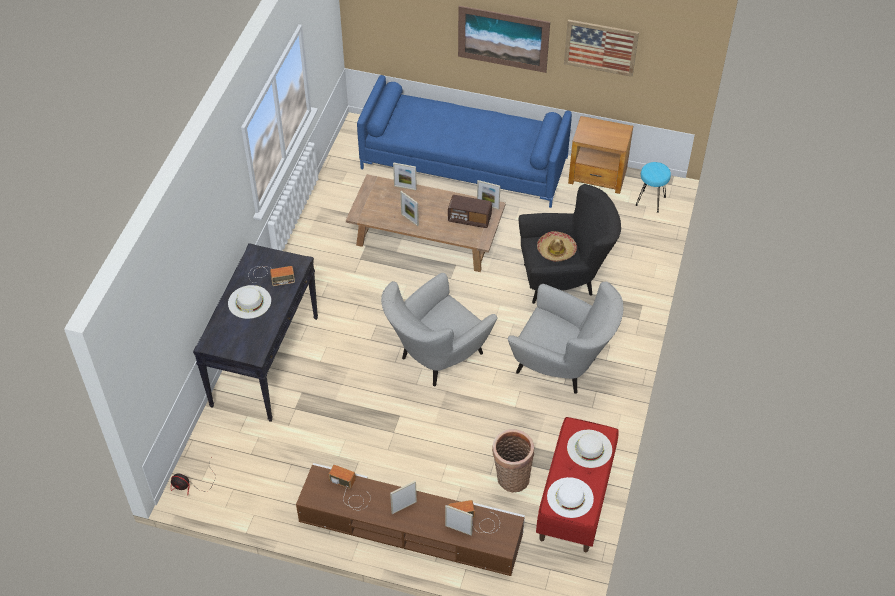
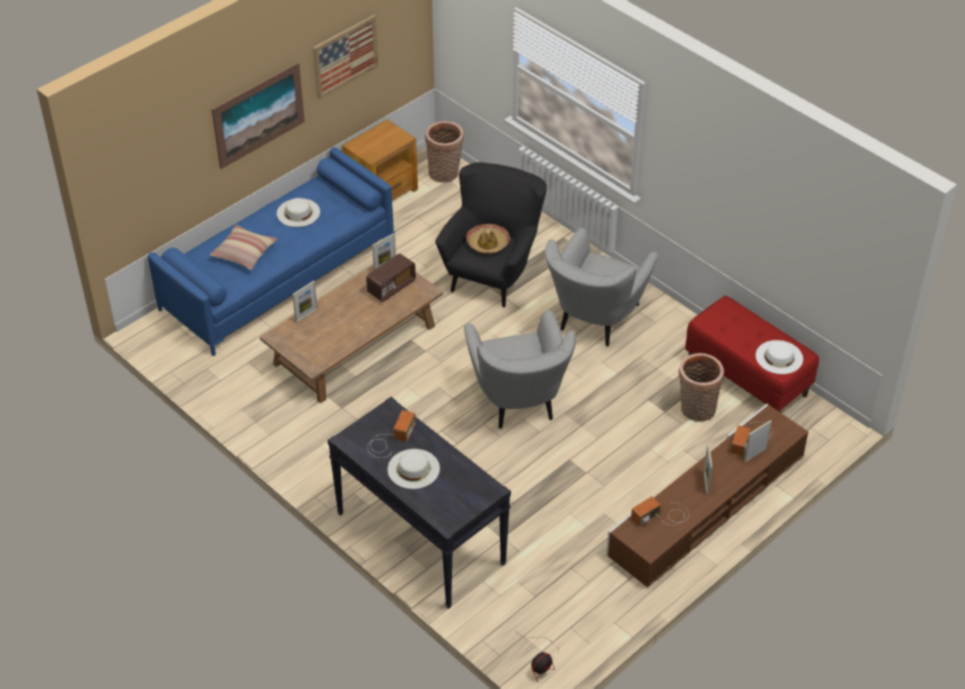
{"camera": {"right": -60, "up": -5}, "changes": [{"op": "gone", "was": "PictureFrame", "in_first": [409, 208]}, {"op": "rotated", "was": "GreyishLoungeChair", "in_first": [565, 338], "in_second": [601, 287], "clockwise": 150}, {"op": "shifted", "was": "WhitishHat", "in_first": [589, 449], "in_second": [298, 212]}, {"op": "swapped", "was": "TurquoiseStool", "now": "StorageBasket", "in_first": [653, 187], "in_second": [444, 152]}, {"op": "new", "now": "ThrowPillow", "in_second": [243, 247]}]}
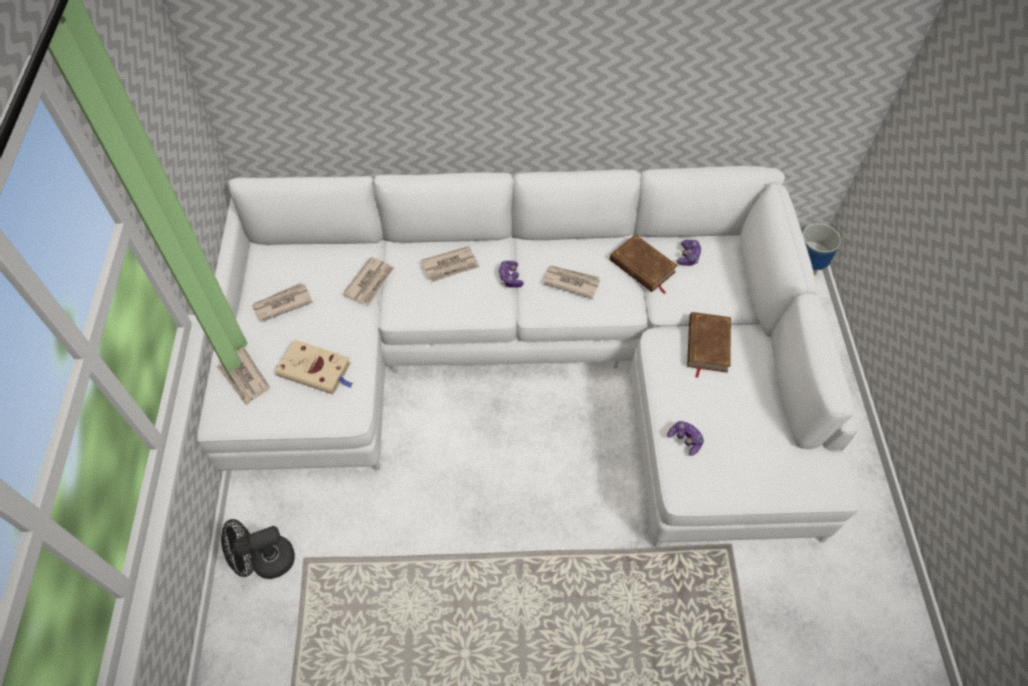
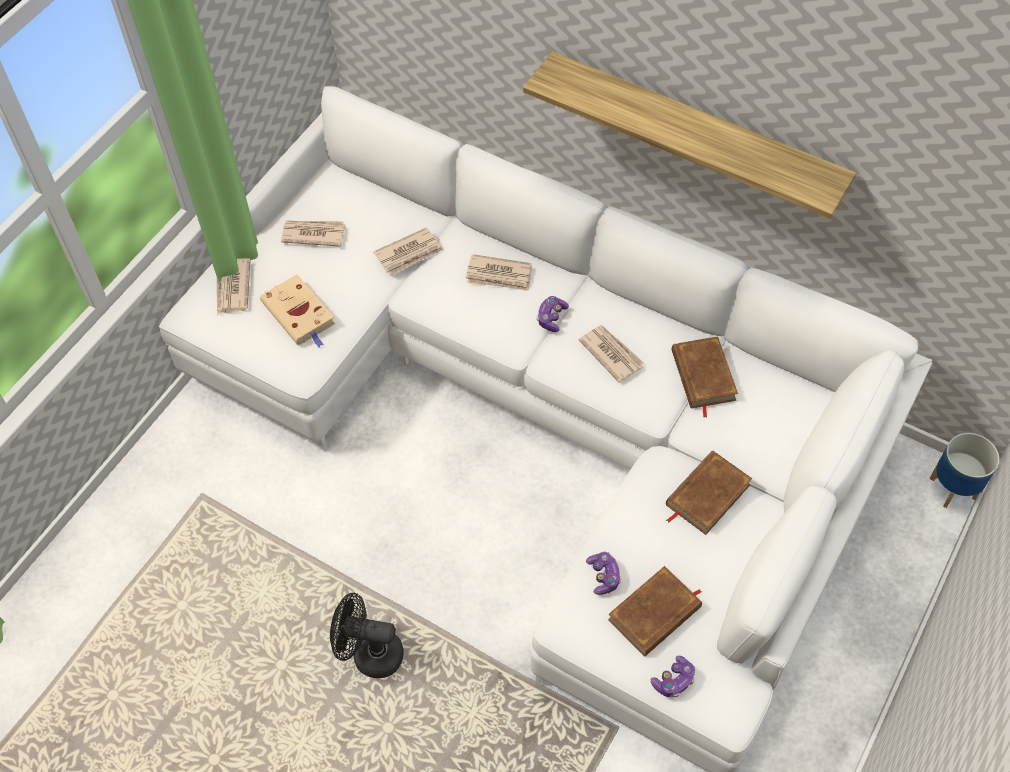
{"camera": {"right": 35, "up": 0}, "changes": [{"op": "shifted", "was": "BlackColouredElectricFan", "in_first": [258, 549], "in_second": [367, 635]}, {"op": "shifted", "was": "GameController", "in_first": [689, 253], "in_second": [673, 676]}, {"op": "new", "now": "WallShelf", "in_second": [689, 135]}, {"op": "new", "now": "BrownishVolume", "in_second": [655, 611]}]}
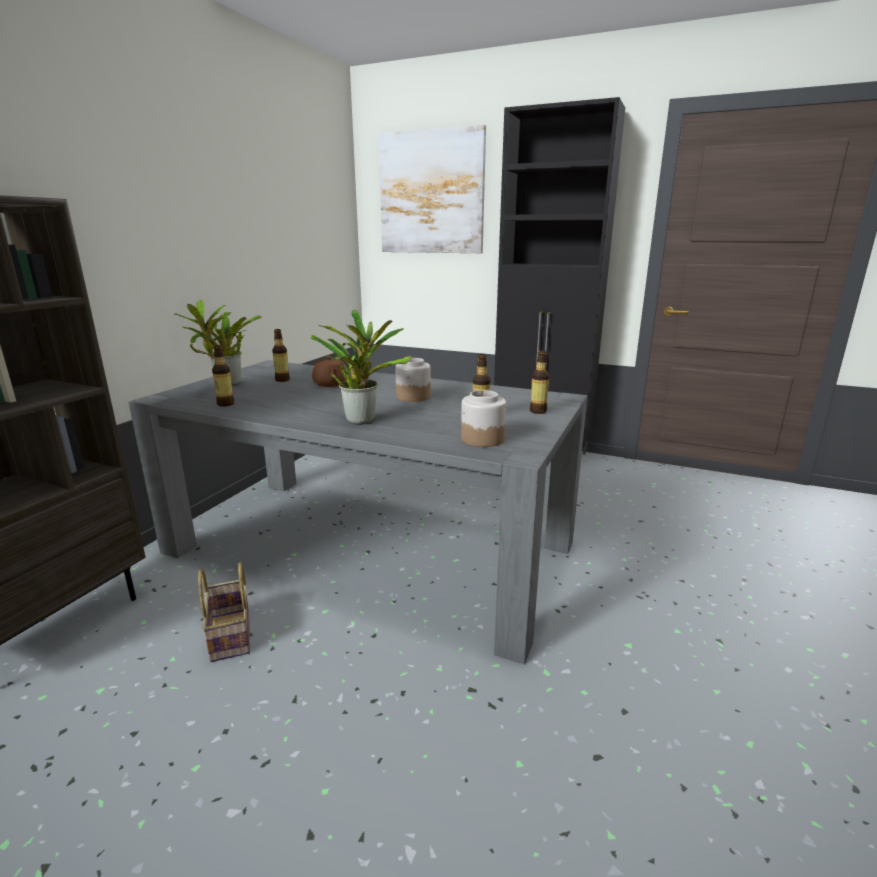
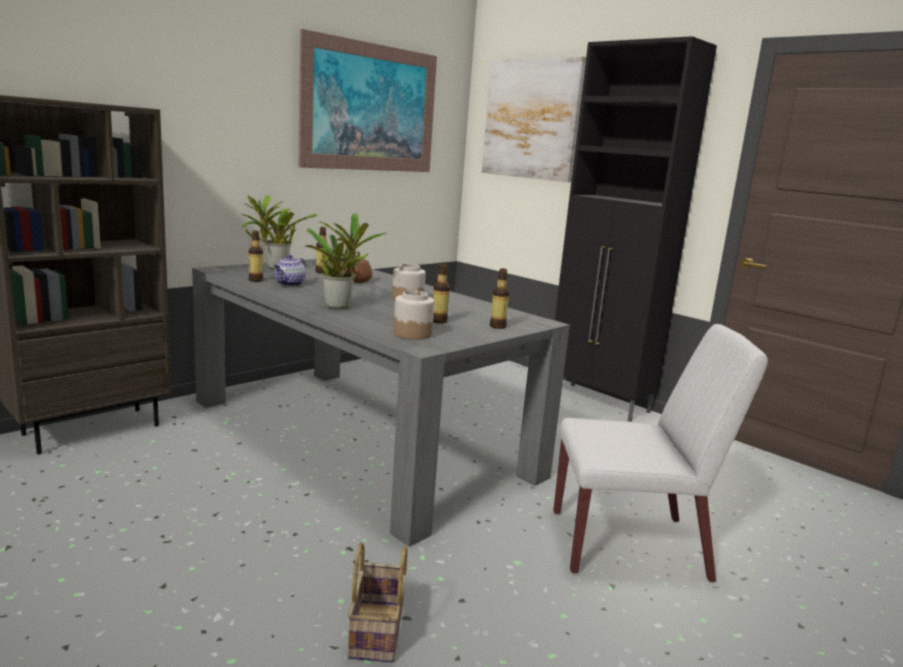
{"camera": {"right": 20, "up": -5}, "changes": [{"op": "shifted", "was": "StorageBasket", "in_first": [224, 612], "in_second": [377, 602]}, {"op": "new", "now": "PotForTea", "in_second": [290, 270]}, {"op": "new", "now": "WallPicture", "in_second": [368, 100]}, {"op": "new", "now": "WhitishChair", "in_second": [661, 453]}]}
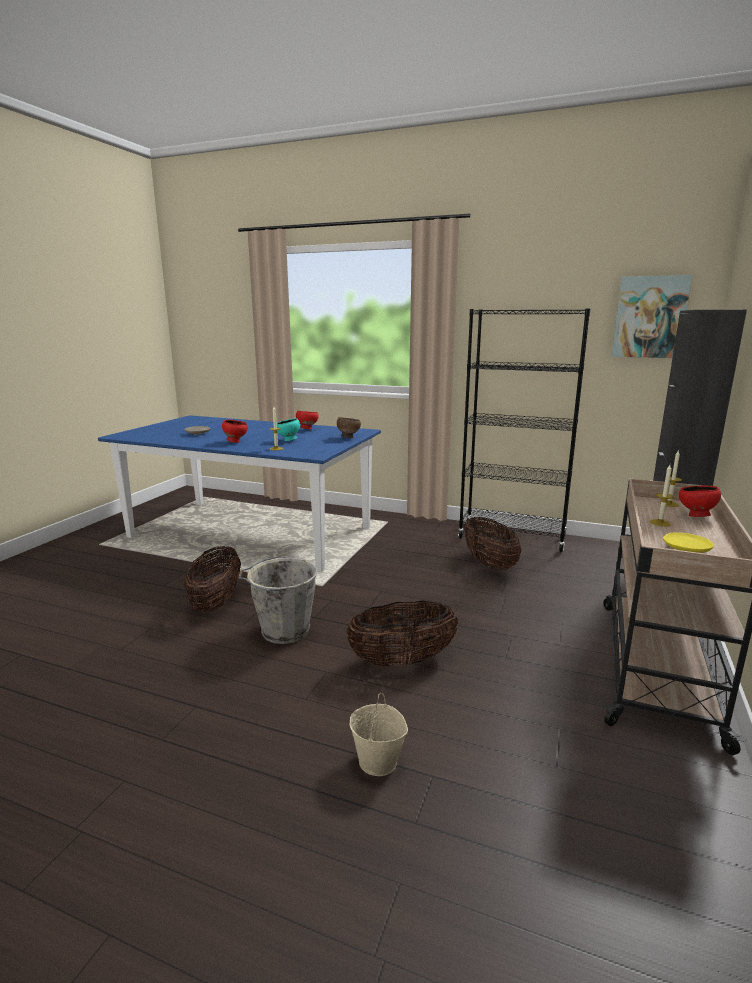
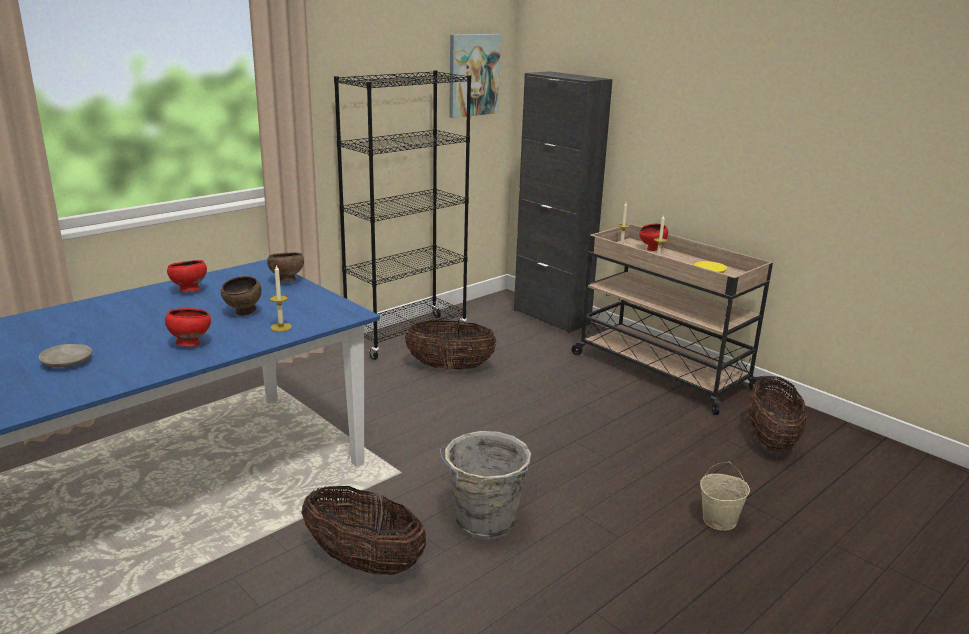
{"camera": {"right": -65, "up": 5}, "changes": [{"op": "repainted", "was": "TurquoiseDeepDish", "now": "BrownishDeepDish", "in_first": [288, 429], "in_second": [241, 296]}, {"op": "shifted", "was": "StorageBasket", "in_first": [402, 633], "in_second": [777, 414]}]}
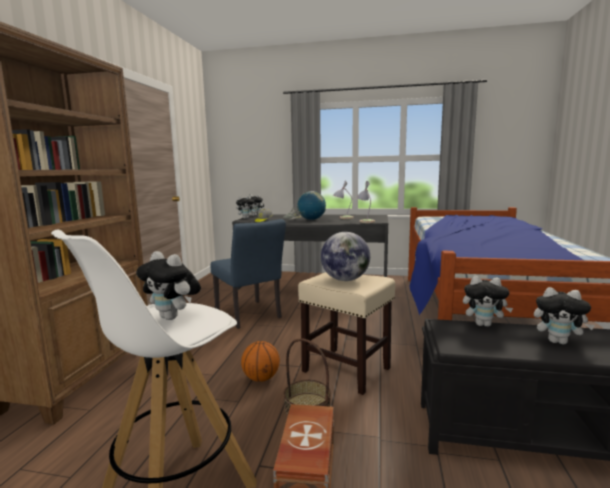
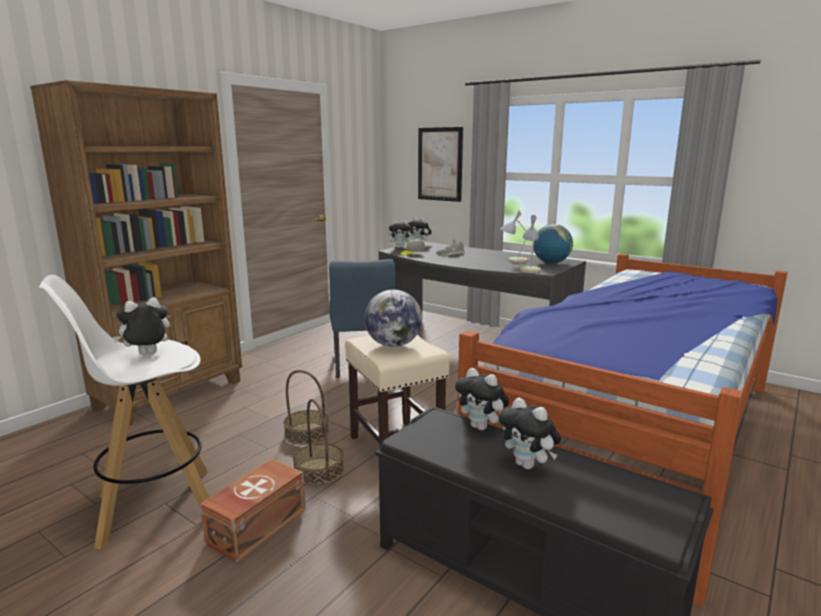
{"camera": {"right": 25, "up": 5}, "changes": [{"op": "rotated", "was": "CuddlyToy", "in_first": [168, 285], "in_second": [141, 326], "clockwise": 90}, {"op": "swapped", "was": "BallForBasketball", "now": "StorageBasket", "in_first": [260, 361], "in_second": [306, 407]}, {"op": "shifted", "was": "DeskGlobe", "in_first": [311, 205], "in_second": [553, 244]}, {"op": "new", "now": "WallPicture", "in_second": [440, 164]}]}
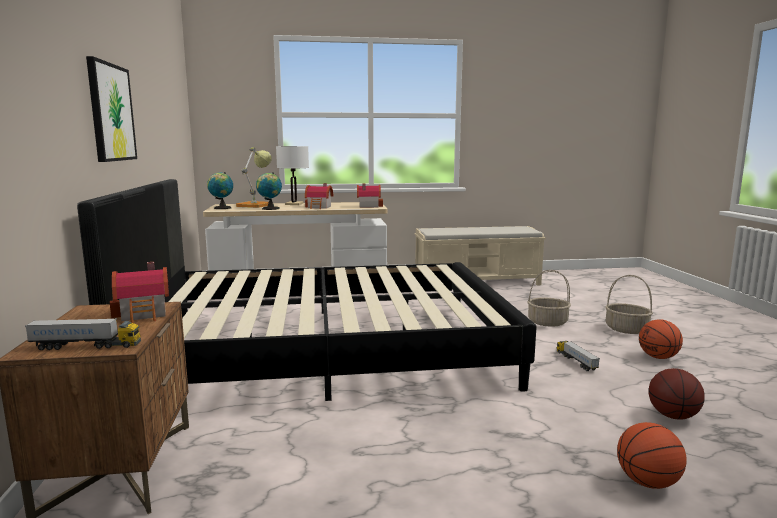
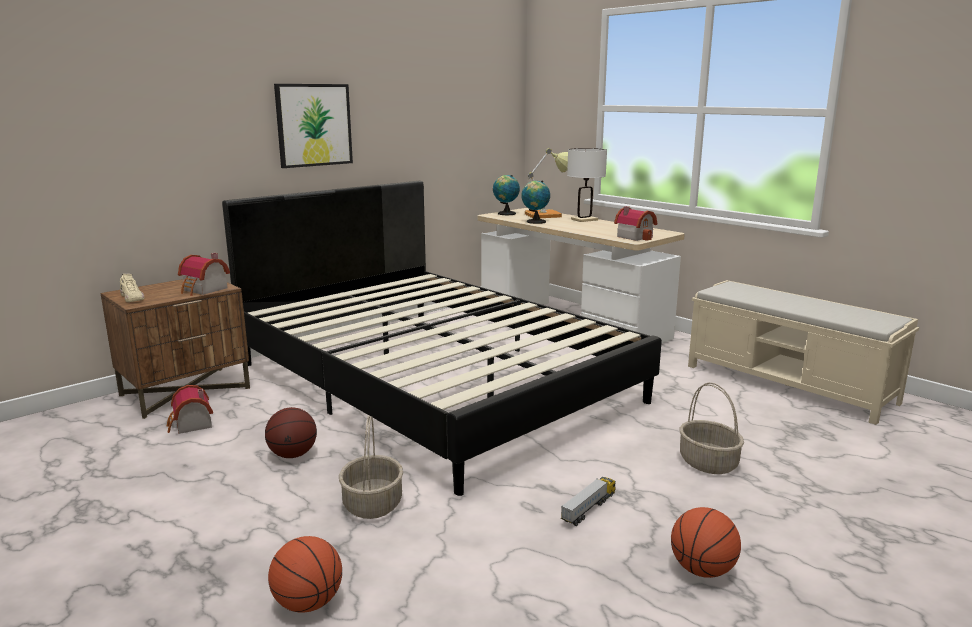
{"camera": {"right": 55, "up": 5}, "changes": [{"op": "swapped", "was": "ToyLorry", "now": "BeigeItemOfFootwear", "in_first": [83, 334], "in_second": [132, 288]}, {"op": "shifted", "was": "ToyHouse", "in_first": [319, 196], "in_second": [190, 409]}, {"op": "shifted", "was": "StorageBasket", "in_first": [629, 304], "in_second": [371, 467]}, {"op": "shifted", "was": "BallForBasketball", "in_first": [677, 393], "in_second": [291, 432]}]}
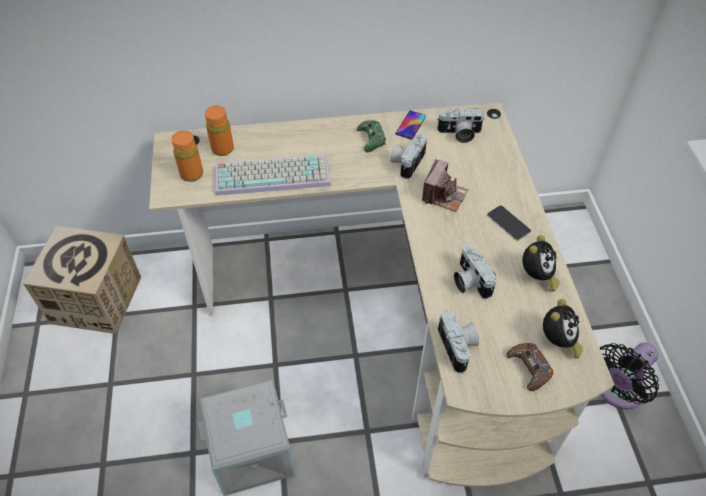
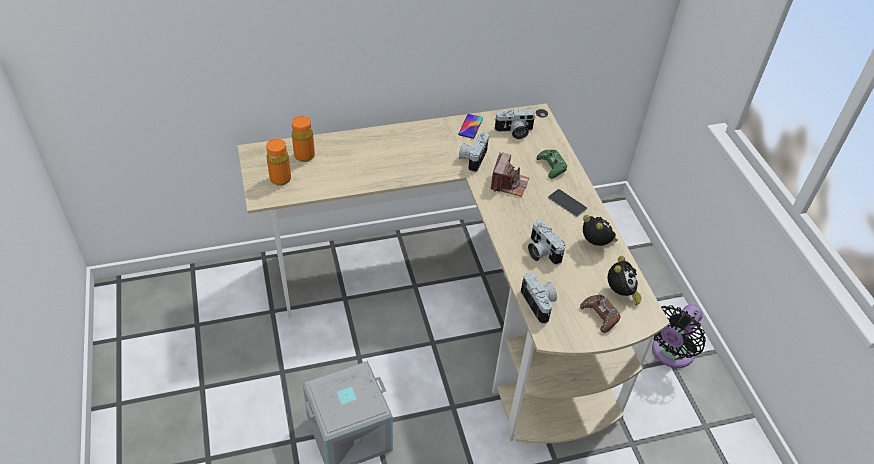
{"camera": {"right": -10, "up": -5}, "changes": [{"op": "gone", "was": "PackingBox", "in_first": [82, 280]}, {"op": "gone", "was": "Keyboard", "in_first": [273, 175]}, {"op": "shifted", "was": "GreenishGameController", "in_first": [371, 136], "in_second": [551, 164]}, {"op": "rotated", "was": "TableClock", "in_first": [540, 263], "in_second": [600, 230], "clockwise": -60}]}
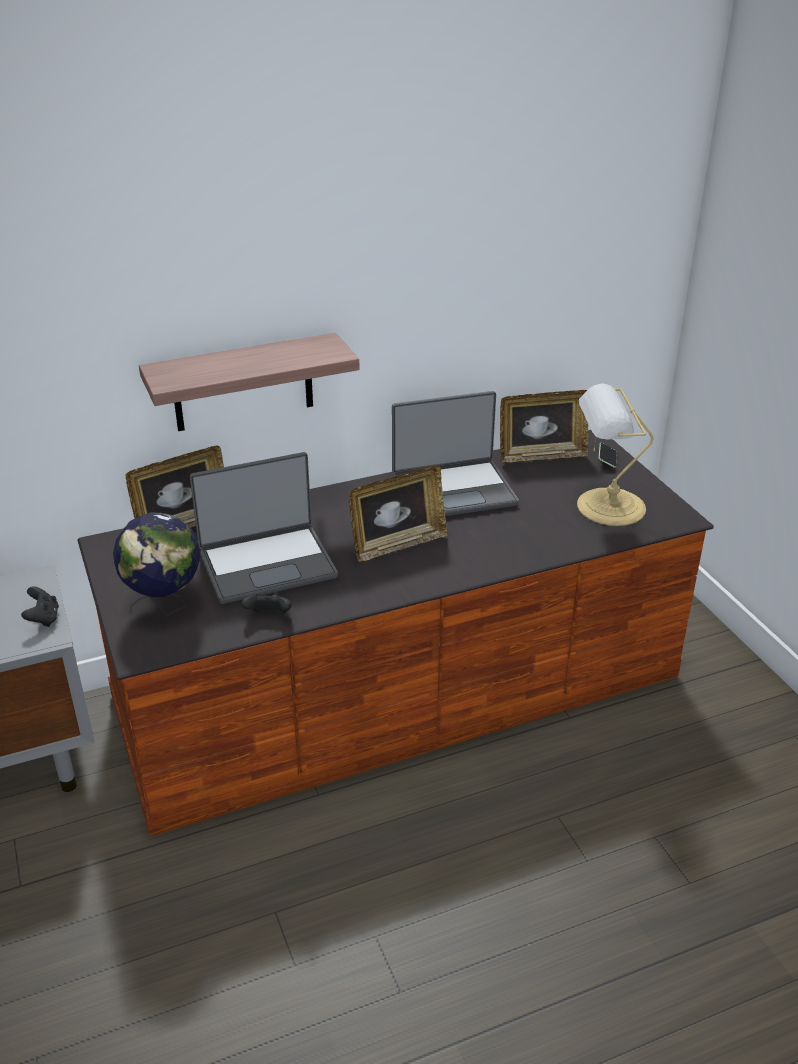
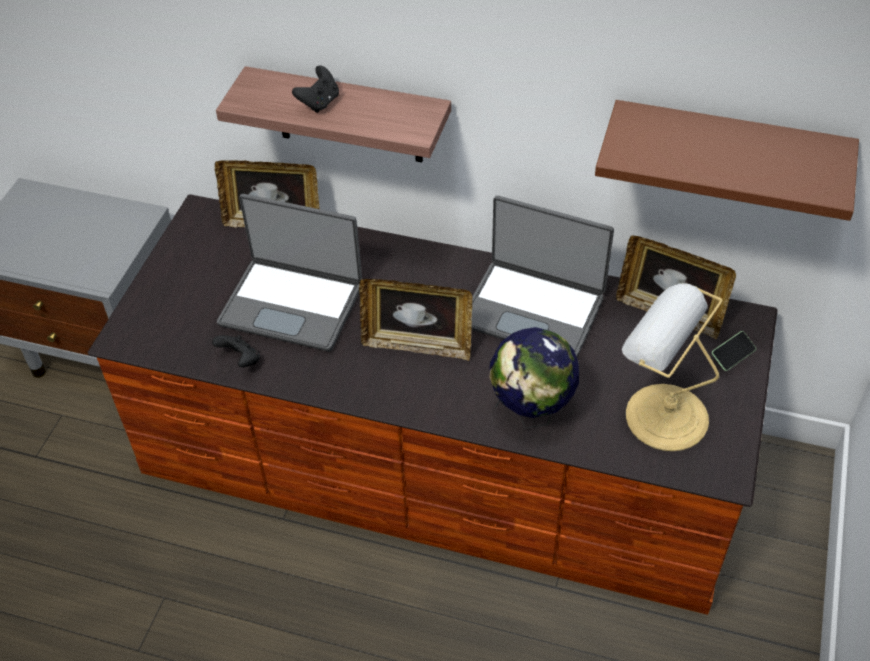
{"camera": {"right": 40, "up": 15}, "changes": [{"op": "shifted", "was": "BlackColouredGameController", "in_first": [40, 606], "in_second": [315, 89]}, {"op": "shifted", "was": "DeskGlobe", "in_first": [156, 564], "in_second": [534, 378]}, {"op": "new", "now": "BrownishWallShelf", "in_second": [727, 160]}]}
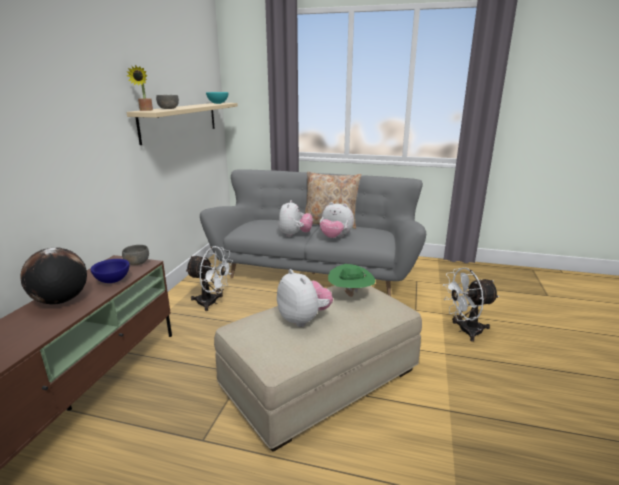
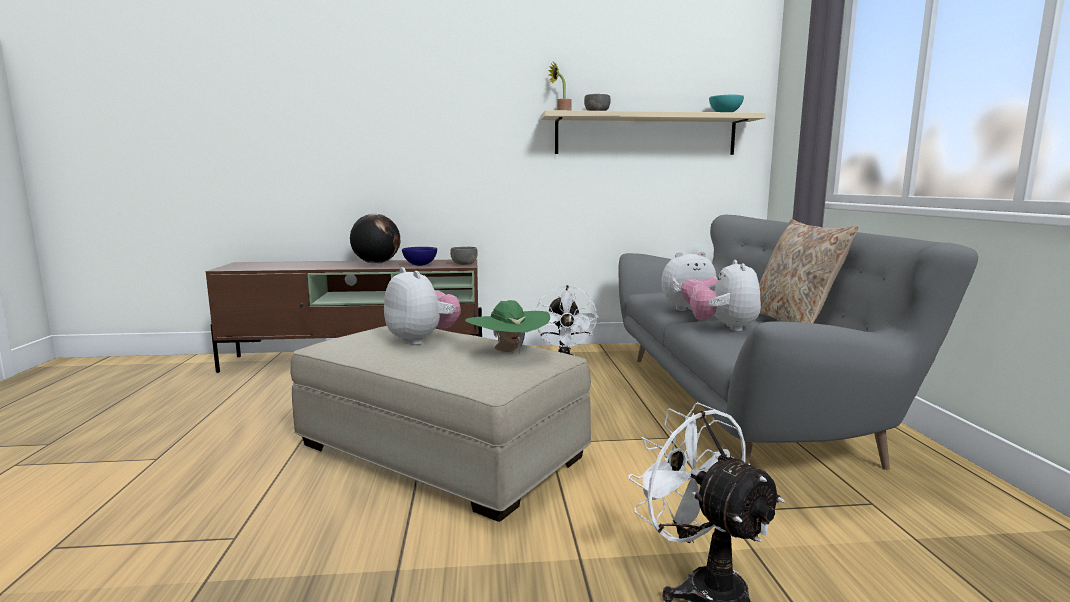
{"camera": {"right": 70, "up": -10}, "changes": [{"op": "rotated", "was": "CuddlyToy", "in_first": [305, 298], "in_second": [422, 306], "clockwise": -75}]}
